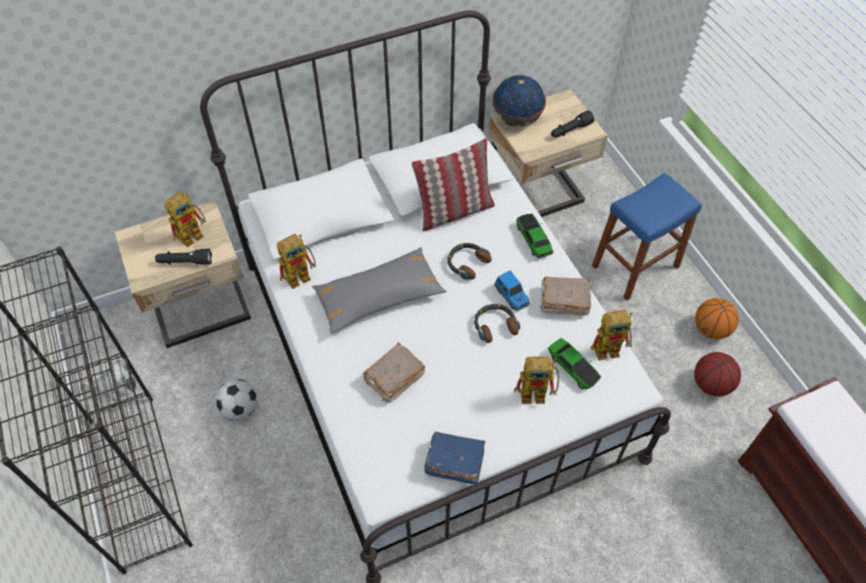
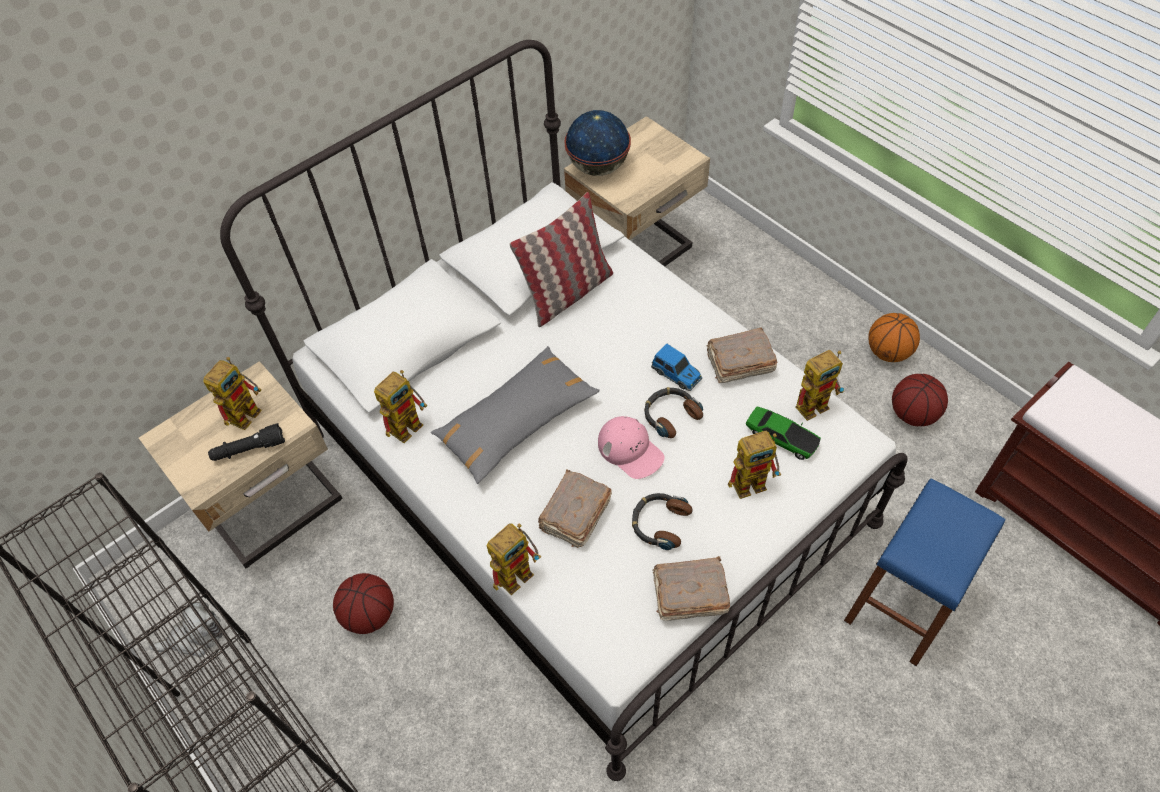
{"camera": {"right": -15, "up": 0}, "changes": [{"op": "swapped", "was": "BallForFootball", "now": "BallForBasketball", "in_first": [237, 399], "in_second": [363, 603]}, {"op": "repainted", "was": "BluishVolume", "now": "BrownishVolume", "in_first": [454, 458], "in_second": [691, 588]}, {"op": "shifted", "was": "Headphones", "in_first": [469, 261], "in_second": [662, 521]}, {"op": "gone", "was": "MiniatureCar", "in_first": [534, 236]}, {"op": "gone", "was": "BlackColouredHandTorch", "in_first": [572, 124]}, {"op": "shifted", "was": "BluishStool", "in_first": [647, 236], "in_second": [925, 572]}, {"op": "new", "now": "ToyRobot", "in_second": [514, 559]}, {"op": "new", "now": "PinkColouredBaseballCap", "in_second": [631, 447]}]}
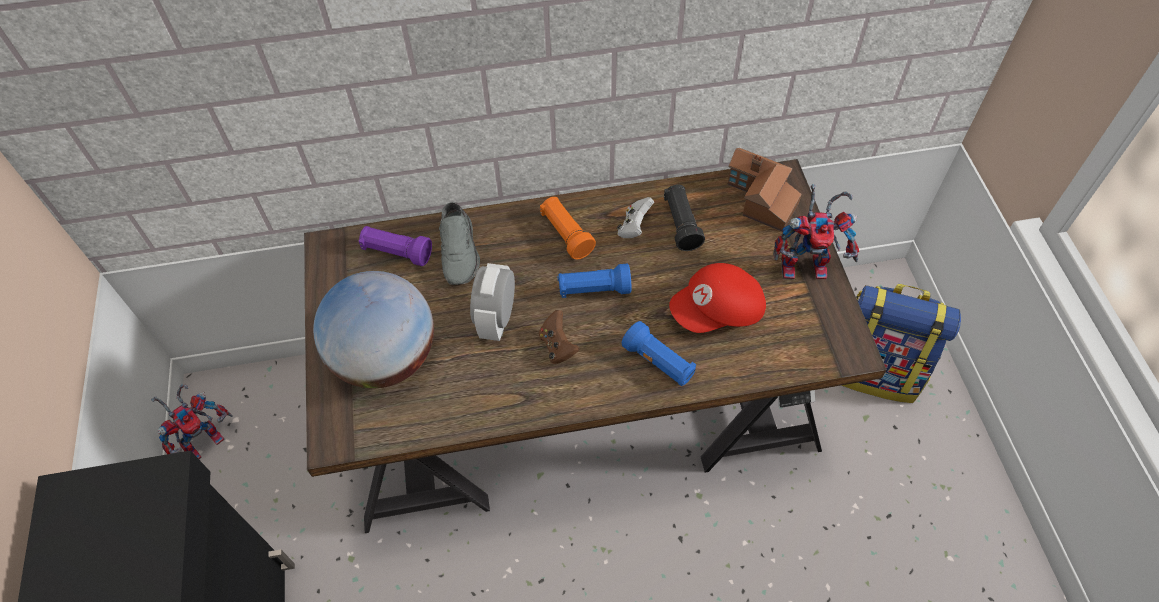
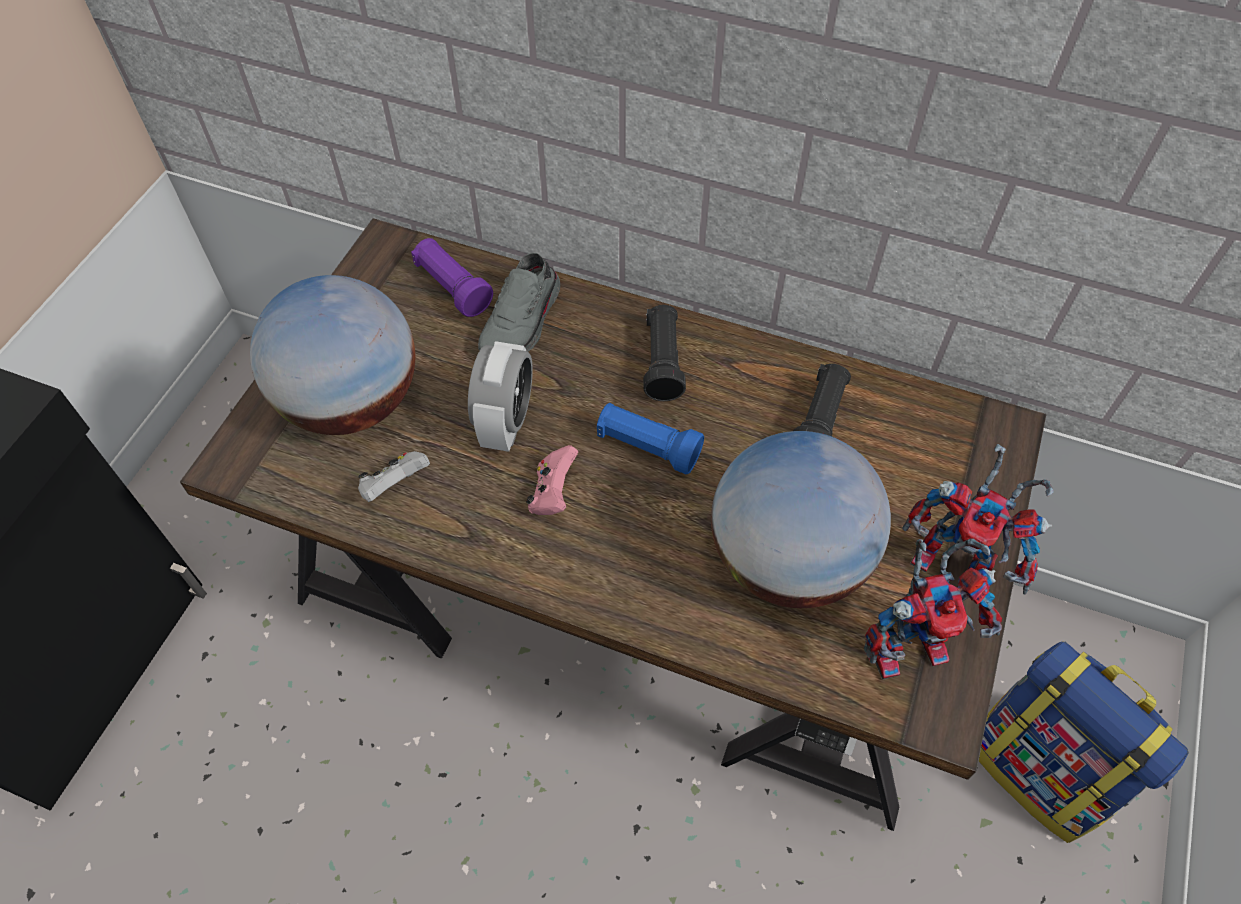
{"camera": {"right": 30, "up": 0}, "changes": [{"op": "shifted", "was": "ToyRobot", "in_first": [192, 421], "in_second": [933, 609]}, {"op": "rotated", "was": "TableClock", "in_first": [492, 302], "in_second": [500, 396], "clockwise": 150}, {"op": "repainted", "was": "BrownishGameController", "now": "PinkColouredGameController", "in_first": [559, 337], "in_second": [552, 480]}, {"op": "repainted", "was": "OrangeColouredHandTorch", "now": "BlackColouredHandTorch", "in_first": [568, 228], "in_second": [664, 353]}, {"op": "shifted", "was": "WhitishGameController", "in_first": [635, 217], "in_second": [394, 476]}, {"op": "gone", "was": "BluishHandTorch", "in_first": [659, 353]}, {"op": "swapped", "was": "ReddishBaseballCap", "now": "DeskGlobe", "in_first": [717, 298], "in_second": [801, 519]}, {"op": "gone", "was": "ToyHouse", "in_first": [765, 190]}]}
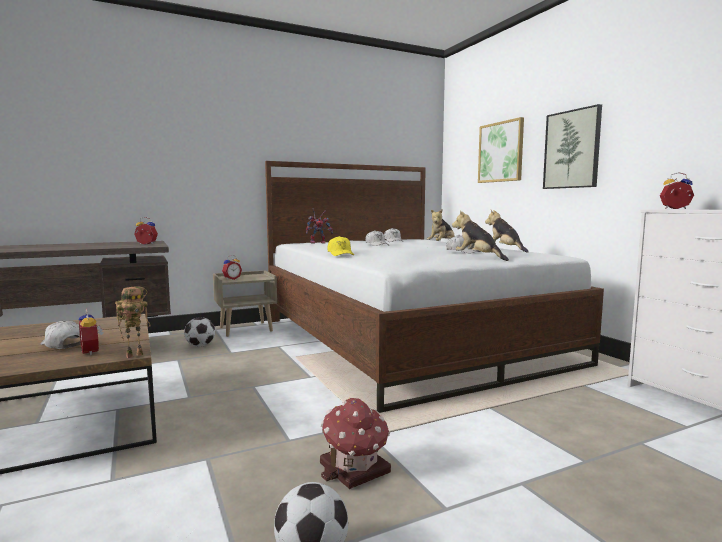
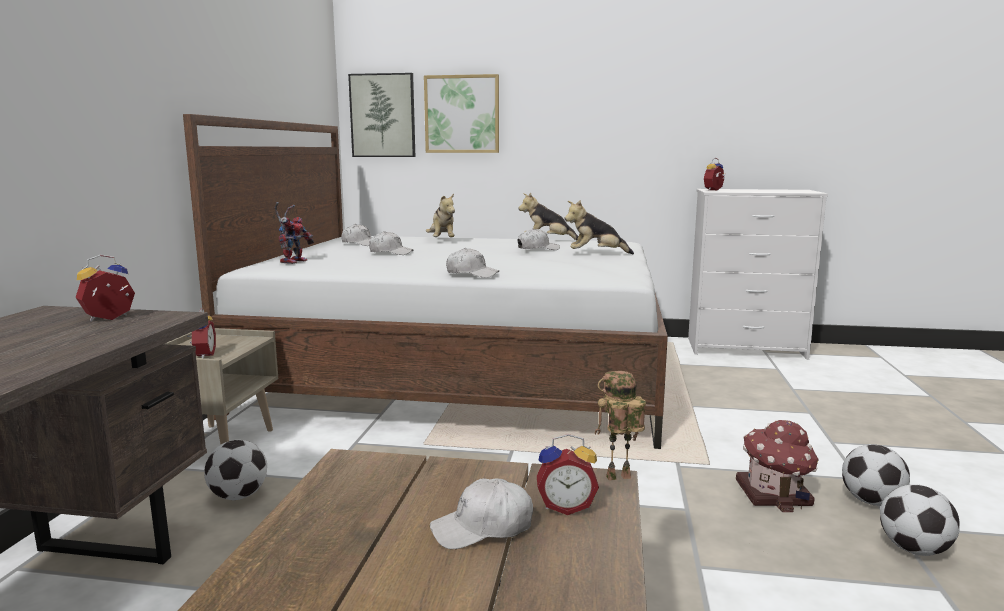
{"camera": {"right": -55, "up": 5}, "changes": [{"op": "rotated", "was": "ToyRobot", "in_first": [133, 322], "in_second": [620, 425], "clockwise": -90}, {"op": "repainted", "was": "YellowBaseballCap", "now": "WhitishBaseballCap", "in_first": [341, 246], "in_second": [472, 263]}, {"op": "shifted", "was": "WallPicture", "in_first": [572, 146], "in_second": [381, 115]}, {"op": "new", "now": "BallForFootball", "in_second": [876, 475]}]}
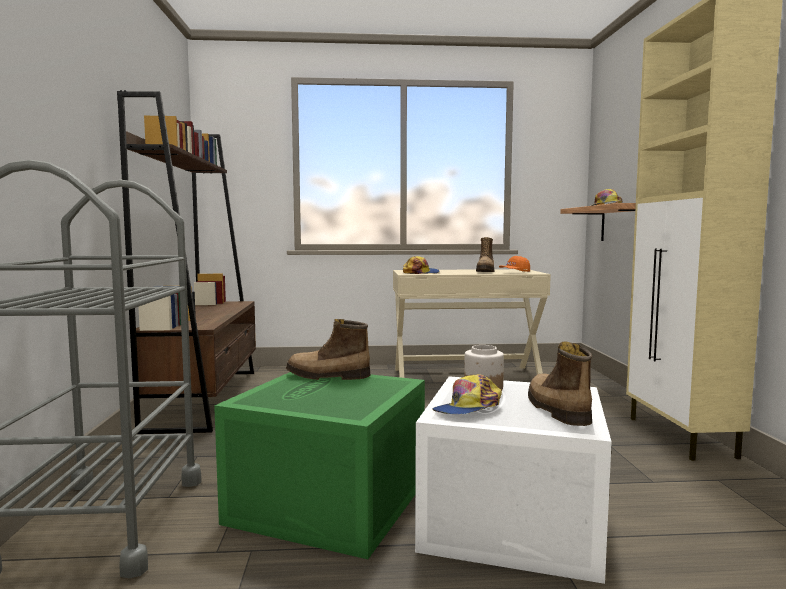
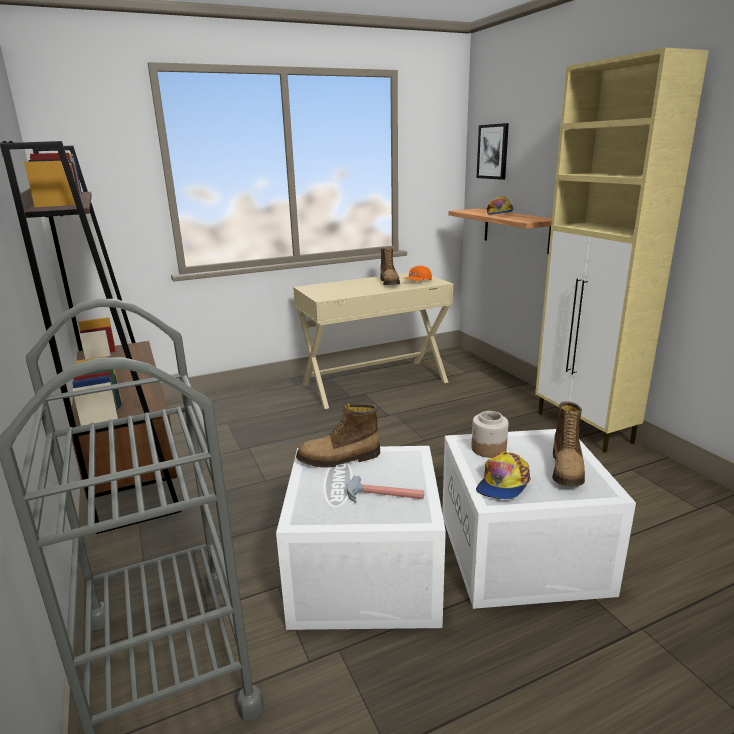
{"camera": {"right": -20, "up": 15}, "changes": [{"op": "repainted", "was": "GreenishStorageBox", "now": "WhitishStorageBox", "in_first": [319, 465], "in_second": [361, 538]}, {"op": "gone", "was": "BaseballCap", "in_first": [421, 265]}, {"op": "rotated", "was": "Boot", "in_first": [560, 384], "in_second": [568, 444], "clockwise": -135}, {"op": "new", "now": "ToolHammer", "in_second": [385, 489]}, {"op": "new", "now": "WallPicture", "in_second": [492, 151]}]}
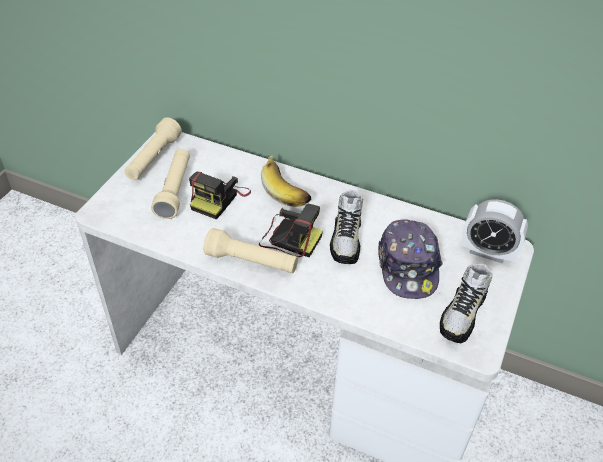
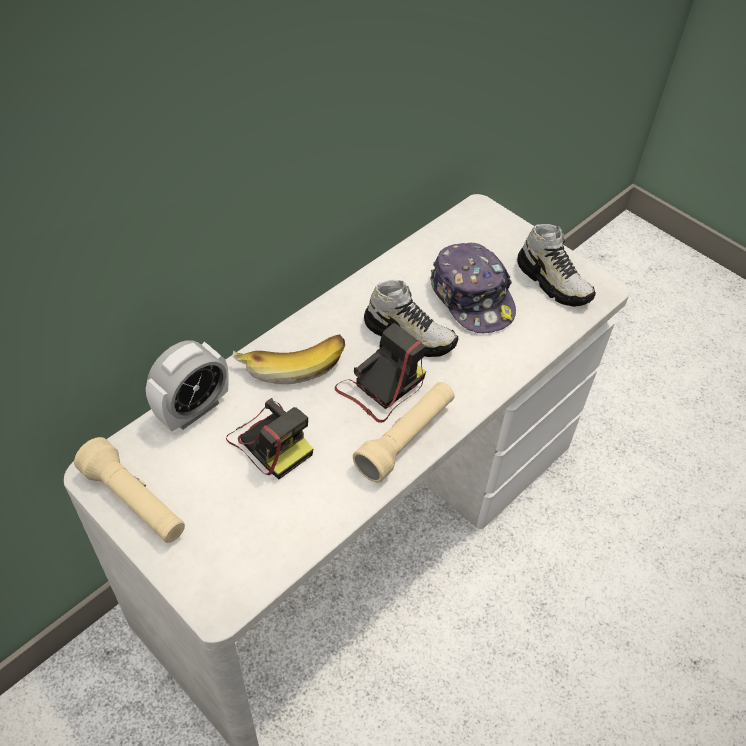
{"camera": {"right": -70, "up": 5}, "changes": [{"op": "gone", "was": "BeigeHandTorch", "in_first": [170, 184]}, {"op": "rotated", "was": "BaseballCap", "in_first": [410, 259], "in_second": [473, 288], "clockwise": 45}, {"op": "shifted", "was": "TableClock", "in_first": [495, 231], "in_second": [187, 385]}]}
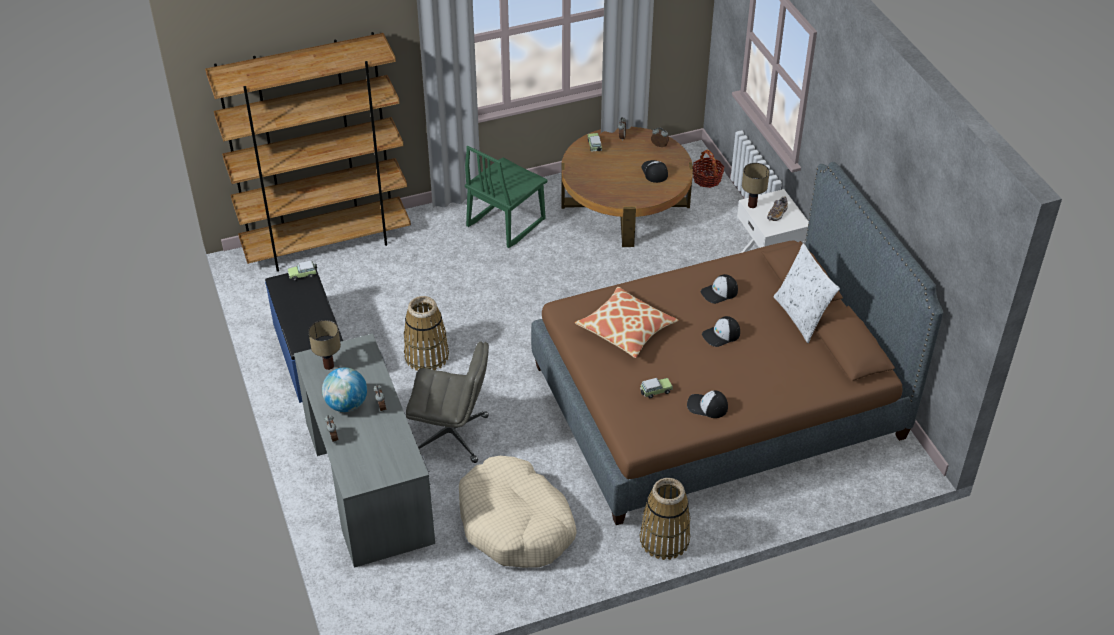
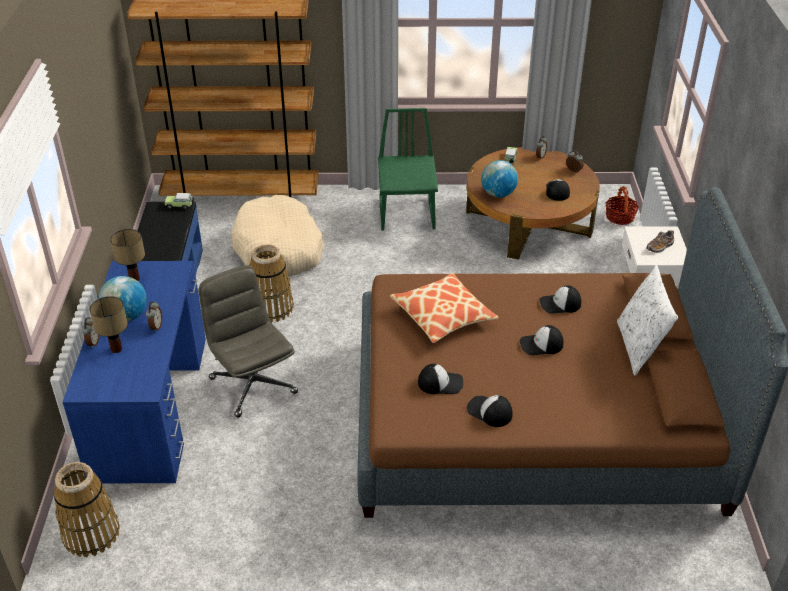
{"camera": {"right": 20, "up": -5}, "changes": [{"op": "repainted", "was": "GreyishDesk", "now": "BluishDesk", "in_first": [364, 451], "in_second": [134, 372]}, {"op": "rotated", "was": "GreyishDeskChair", "in_first": [447, 402], "in_second": [248, 341], "clockwise": -150}, {"op": "shifted", "was": "BeigeDogCushion", "in_first": [518, 512], "in_second": [277, 235]}, {"op": "rotated", "was": "GreenishChair", "in_first": [506, 197], "in_second": [408, 169], "clockwise": 120}, {"op": "swapped", "was": "MiniatureCar", "now": "BaseballCap", "in_first": [656, 388], "in_second": [440, 379]}, {"op": "shifted", "was": "StorageBasket", "in_first": [665, 519], "in_second": [87, 509]}, {"op": "shifted", "was": "LampForATable", "in_first": [756, 185], "in_second": [109, 324]}, {"op": "new", "now": "DeskGlobe", "in_second": [499, 178]}]}
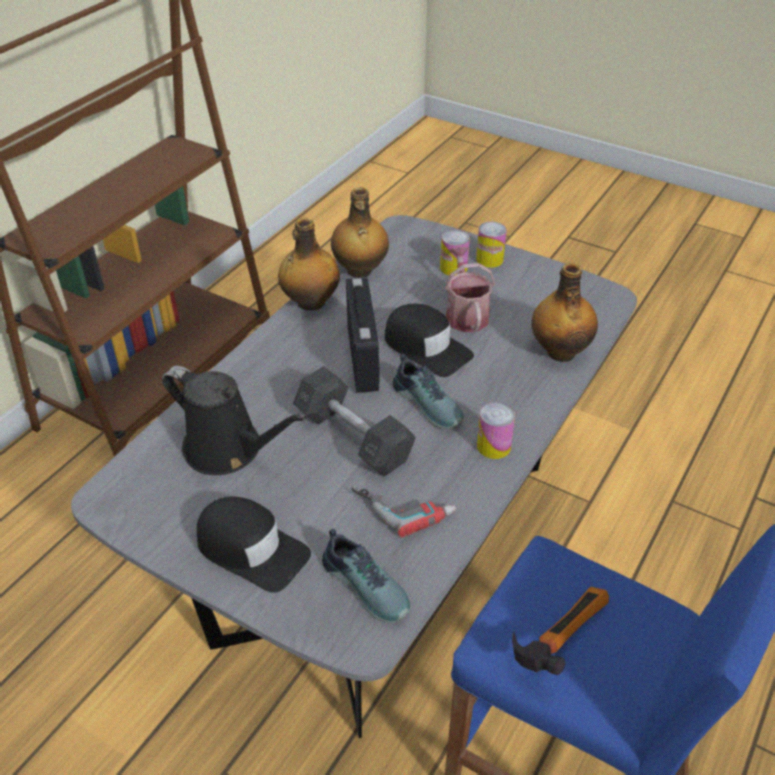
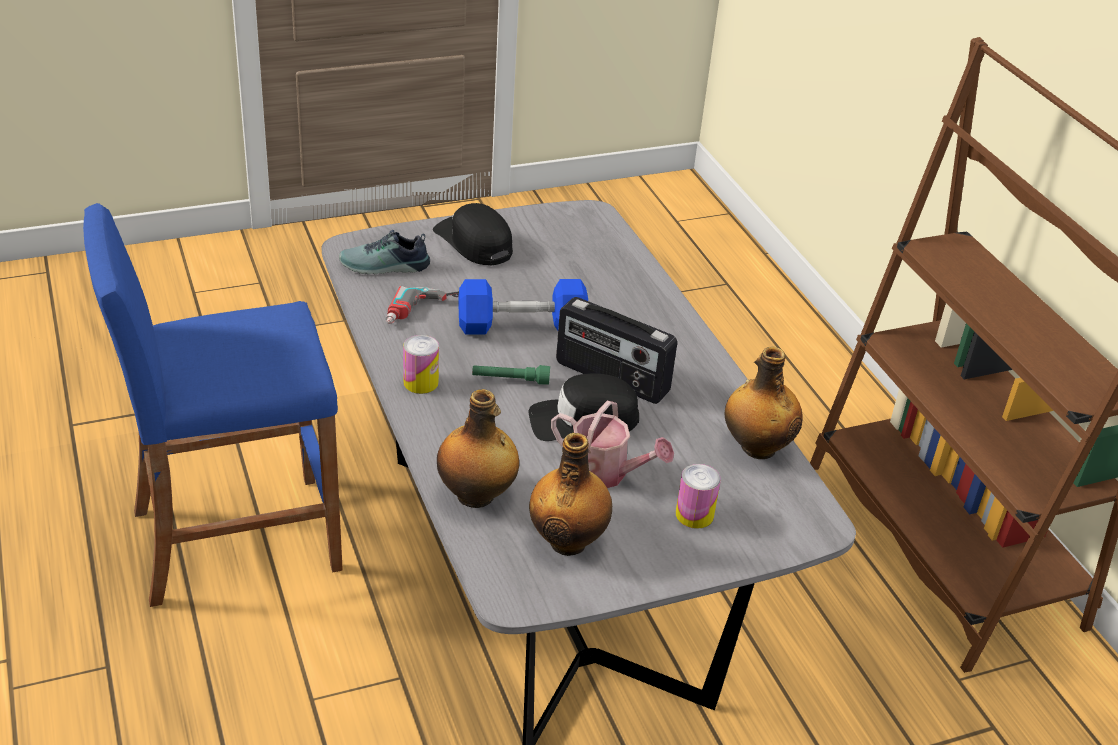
{"camera": {"right": 125, "up": -5}, "changes": [{"op": "gone", "was": "BlackColouredWateringCan", "in_first": [234, 420]}, {"op": "rotated", "was": "BlackColouredBaseballCap", "in_first": [254, 545], "in_second": [473, 234], "clockwise": 75}, {"op": "shifted", "was": "BeverageBottle", "in_first": [309, 264], "in_second": [570, 494]}, {"op": "repainted", "was": "GreyishHandWeight", "now": "BluishHandWeight", "in_first": [354, 421], "in_second": [523, 307]}, {"op": "swapped", "was": "ItemOfFootwear", "now": "GreenishHandTorch", "in_first": [428, 391], "in_second": [511, 375]}, {"op": "gone", "was": "MetalCan", "in_first": [491, 244]}, {"op": "gone", "was": "ToolHammer", "in_first": [560, 631]}]}
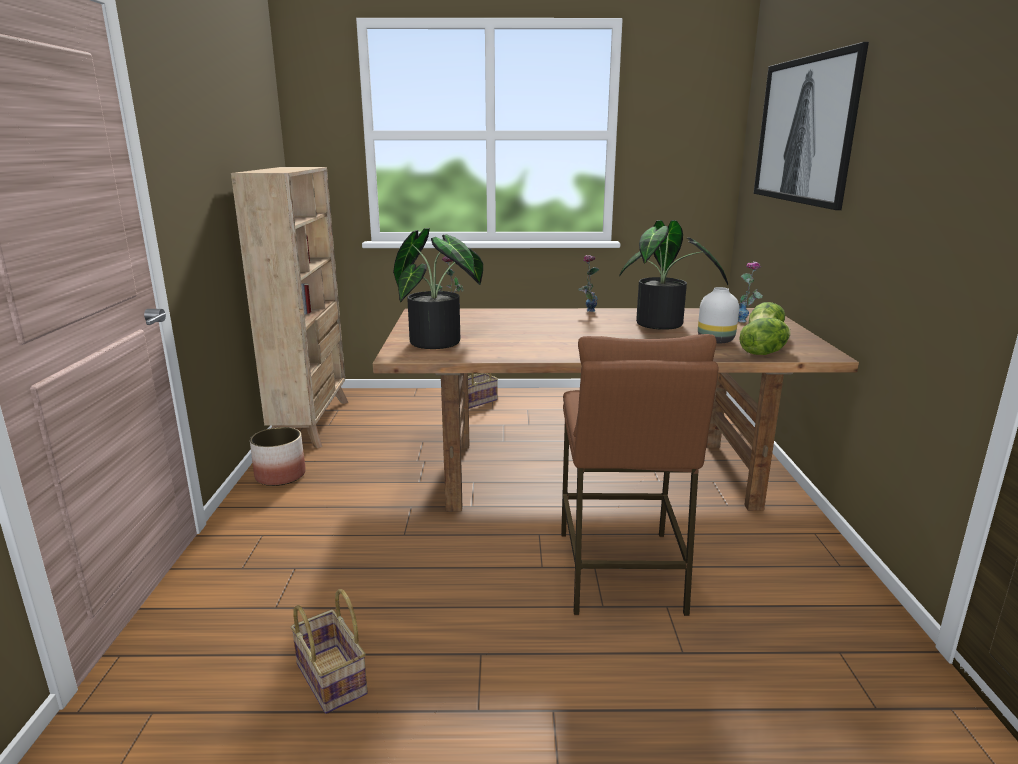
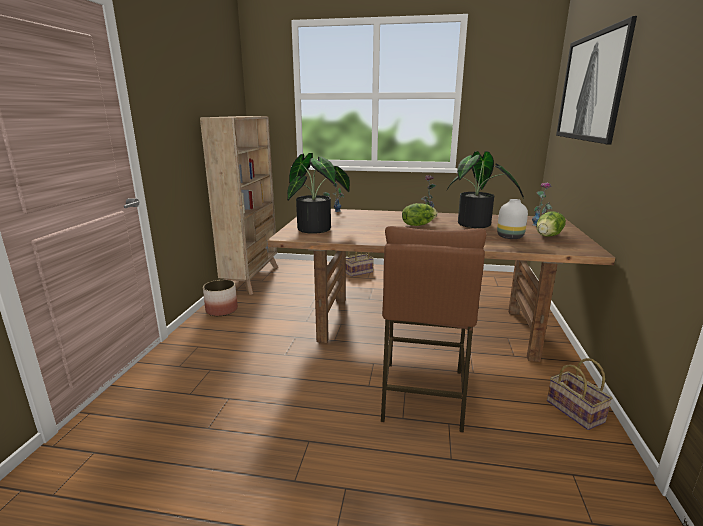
{"camera": {"right": 10, "up": 0}, "changes": [{"op": "shifted", "was": "StorageBasket", "in_first": [329, 651], "in_second": [580, 394]}, {"op": "shifted", "was": "Lettuce", "in_first": [765, 336], "in_second": [420, 214]}]}
